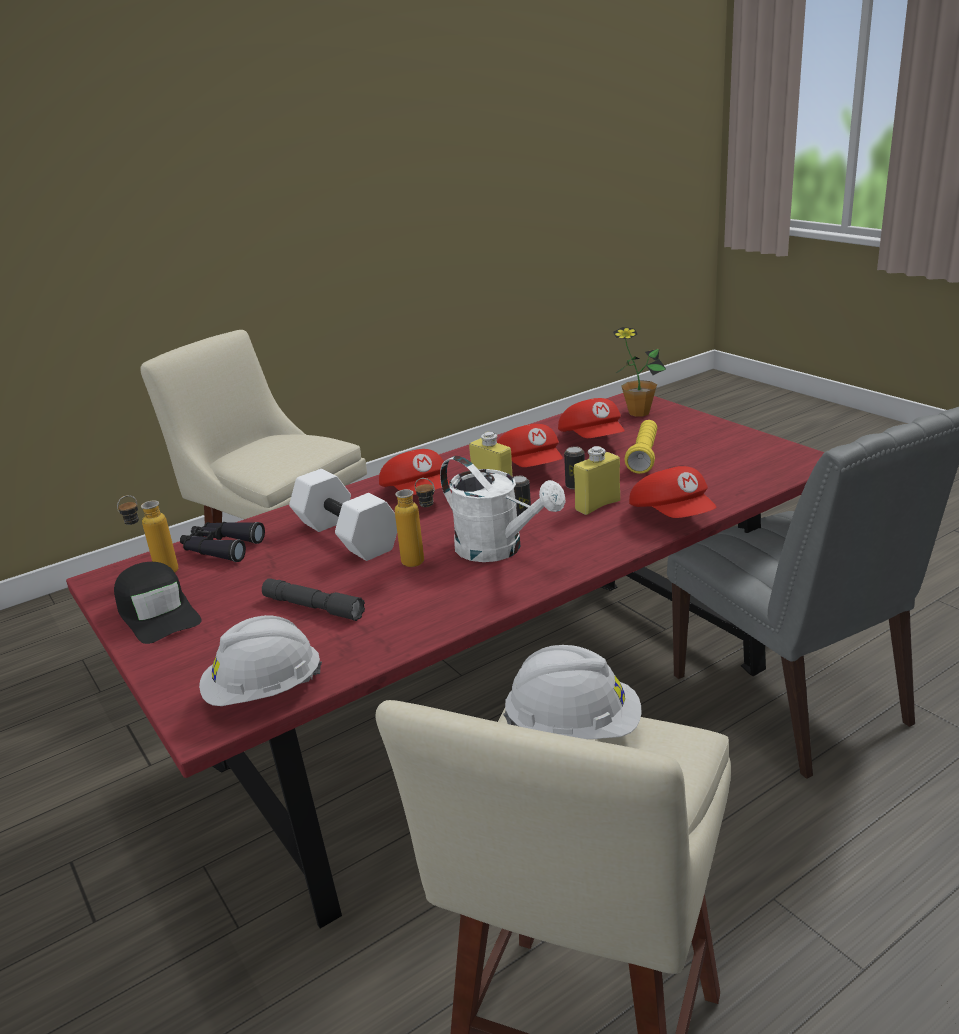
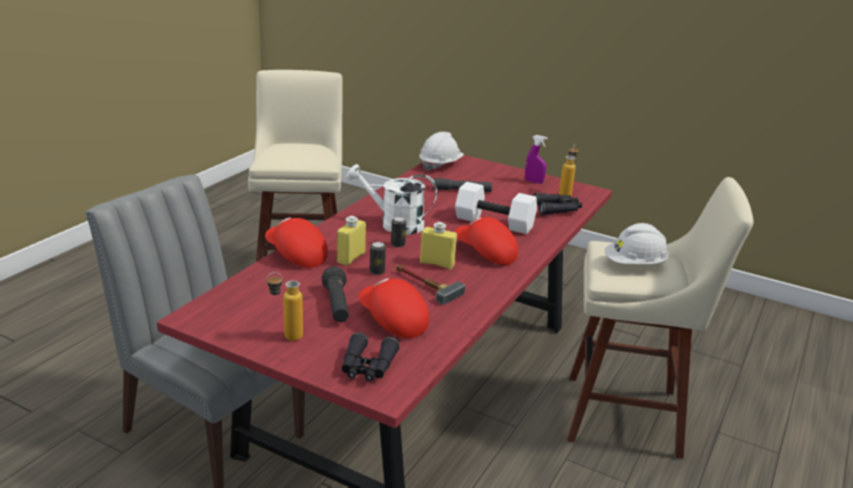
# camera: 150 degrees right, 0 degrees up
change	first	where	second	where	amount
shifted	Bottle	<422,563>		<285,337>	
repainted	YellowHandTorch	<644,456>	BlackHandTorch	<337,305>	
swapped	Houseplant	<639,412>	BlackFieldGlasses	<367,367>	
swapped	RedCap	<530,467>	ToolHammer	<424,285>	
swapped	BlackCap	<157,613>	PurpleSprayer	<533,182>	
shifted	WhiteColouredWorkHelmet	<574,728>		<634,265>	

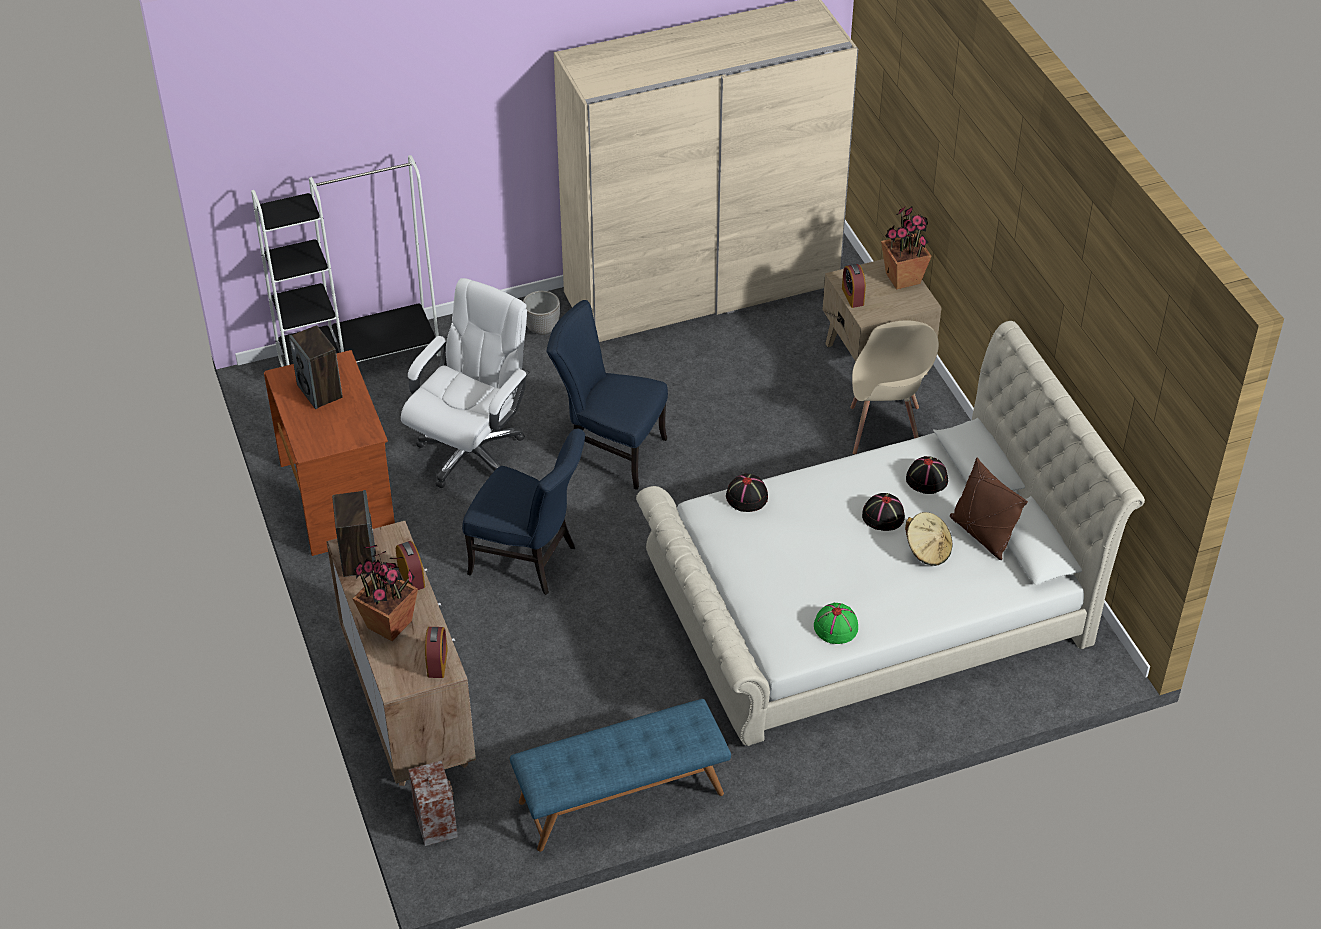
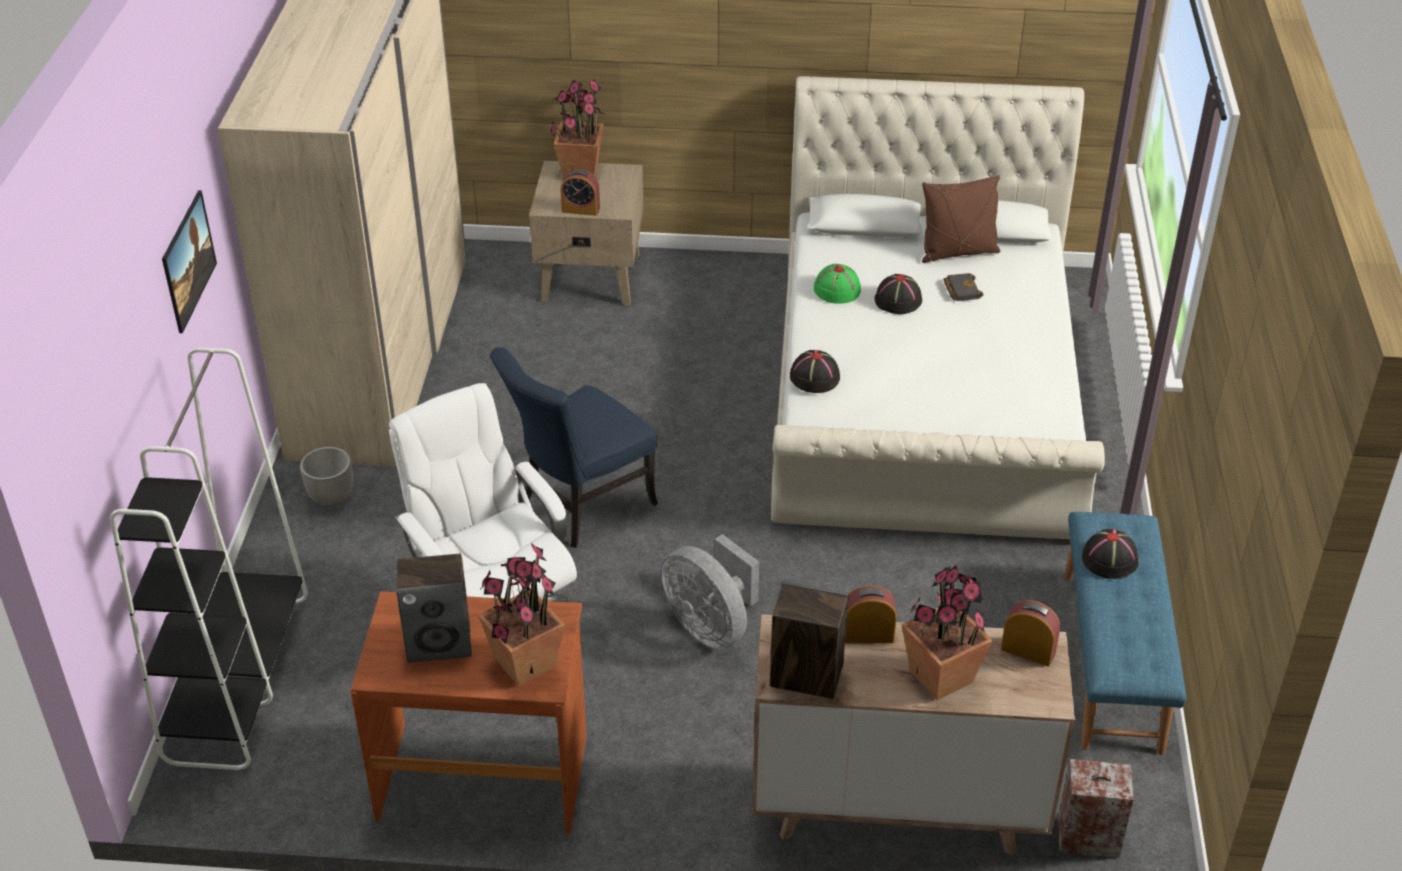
# camera: 65 degrees left, 5 degrees down
change	first	where	second	where	amount
new			WallPicture	<192,279>	
new			Houseplant	<524,663>	
swapped	BluishUprightChair	<529,560>	GrayCoolingFan	<711,626>	
shifted	GreenColouredClothingHat	<836,626>		<836,290>	
swapped	SandColouredClothingHat	<927,550>	BlackVolume	<961,289>	
shifted	BlackClothingHat	<927,479>		<1110,559>	
gone	SandColouredUprightChair	<887,431>			

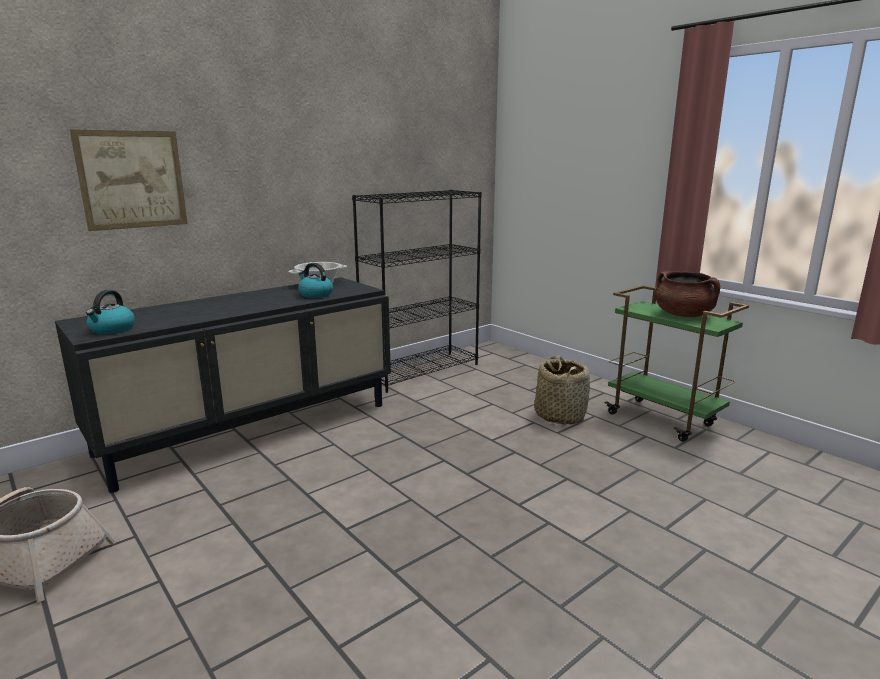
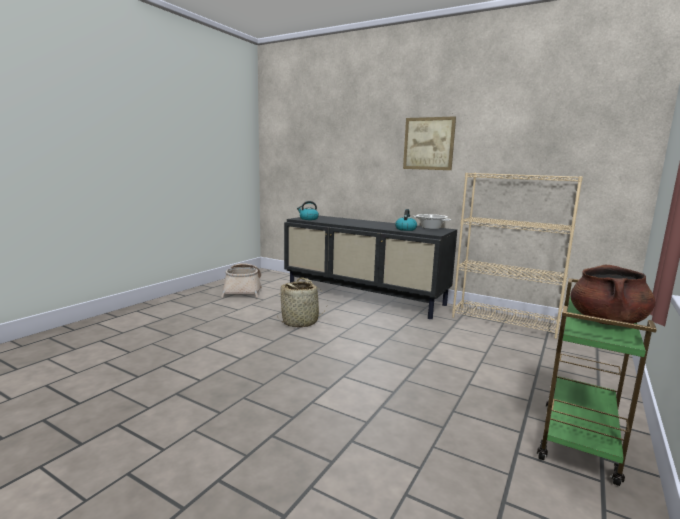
# camera: 70 degrees right, 5 degrees down
change	first	where	second	where	amount
shifted	StorageBasket	<560,415>		<300,322>	
shifted	WallPicture	<132,180>		<428,143>	
repainted	BlackBookshelf	<421,371>	SandColouredBookshelf	<505,321>	

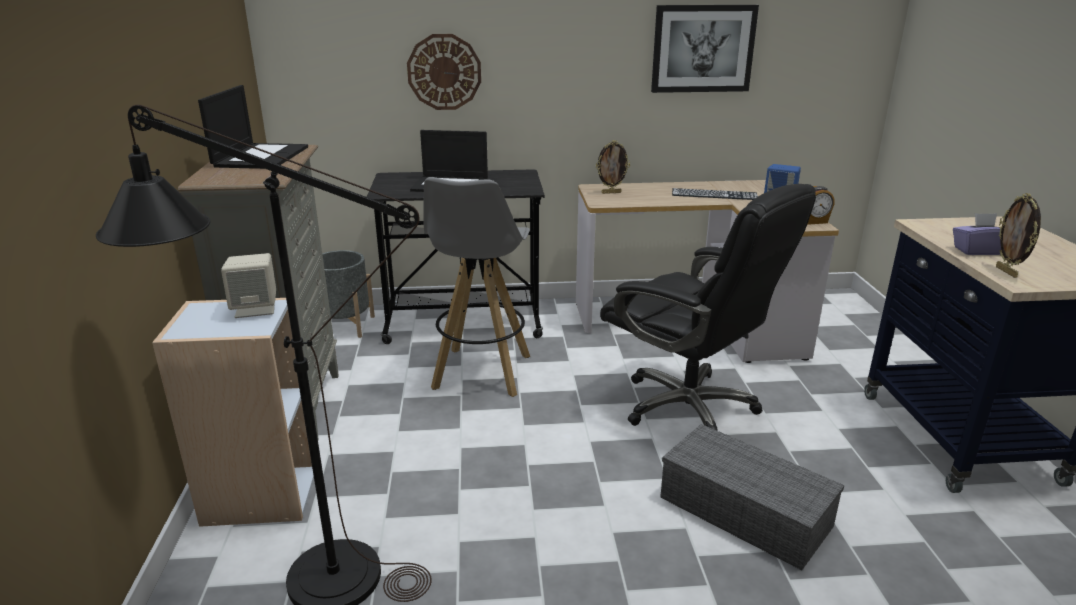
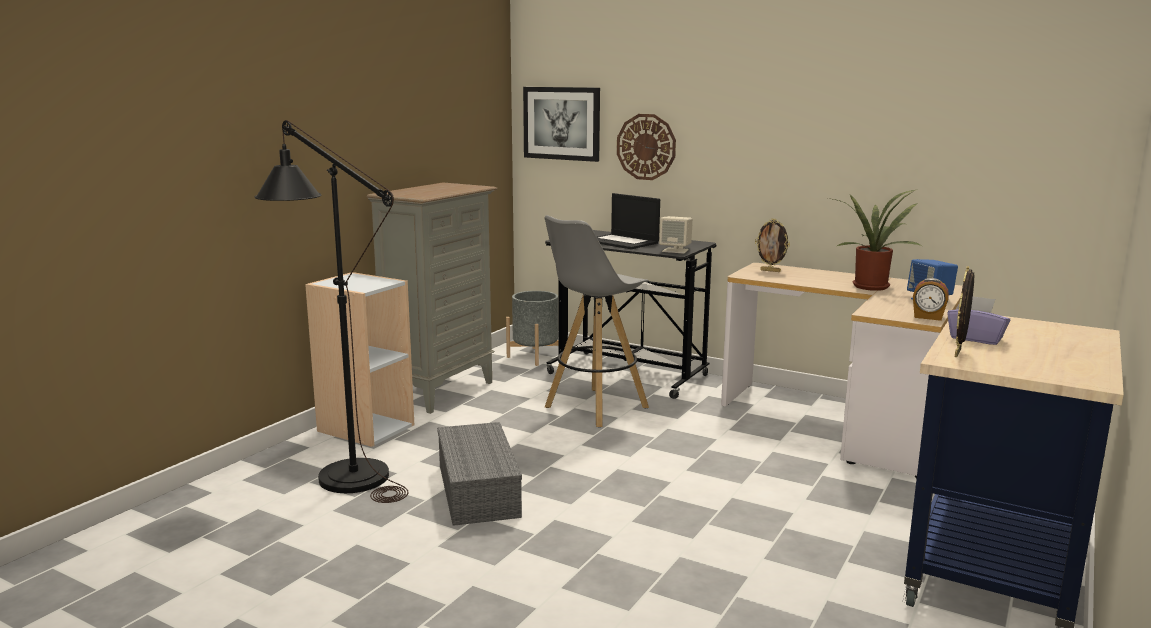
# camera: 35 degrees right, 10 degrees down
change	first	where	second	where	amount
shifted	GrayStorageBox	<747,511>		<480,491>	
shifted	WallPicture	<703,49>		<562,123>	
shifted	SandColouredAudioSpeaker	<256,309>		<675,250>	
swapped	Keyboard	<714,194>	Houseplant	<871,286>	
gone	PortableComputer	<261,156>			
gone	BlackComputerChair	<685,405>			

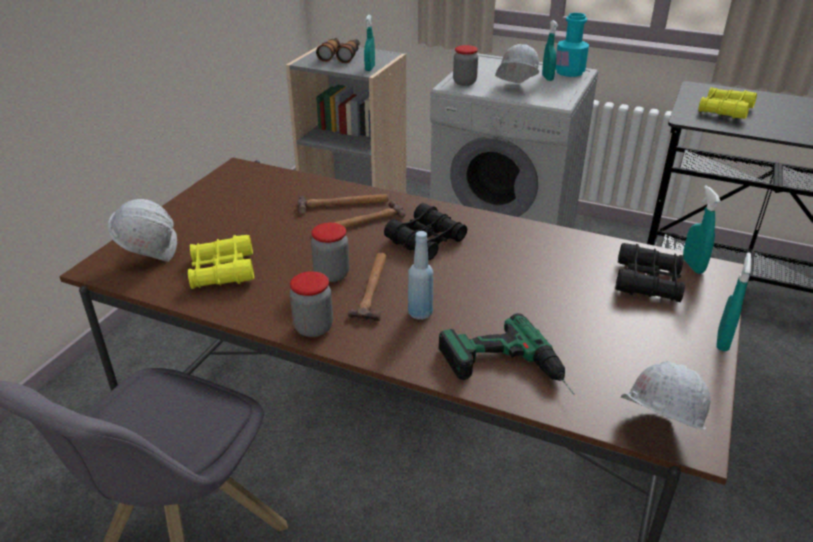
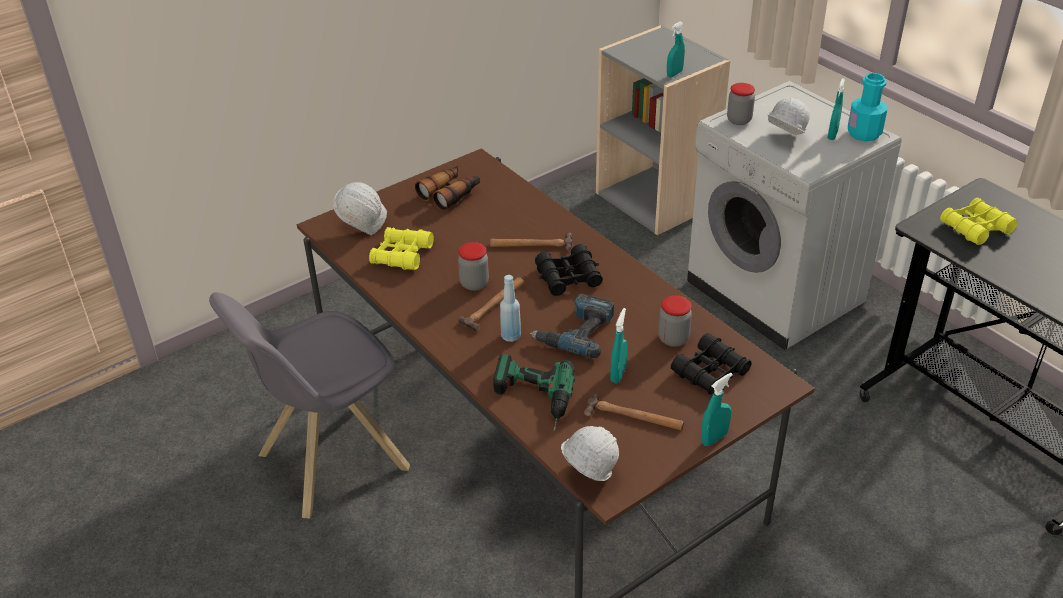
# camera: 30 degrees right, 5 degrees up
change	first	where	second	where	amount
shifted	FieldGlasses	<341,56>		<450,193>	
new			PowerDrill	<576,331>	
shifted	ToolHammer	<343,204>		<634,417>	
shifted	TurquoiseColouredSprayer	<693,266>		<618,374>	
shifted	StorageJar	<313,328>		<673,339>	

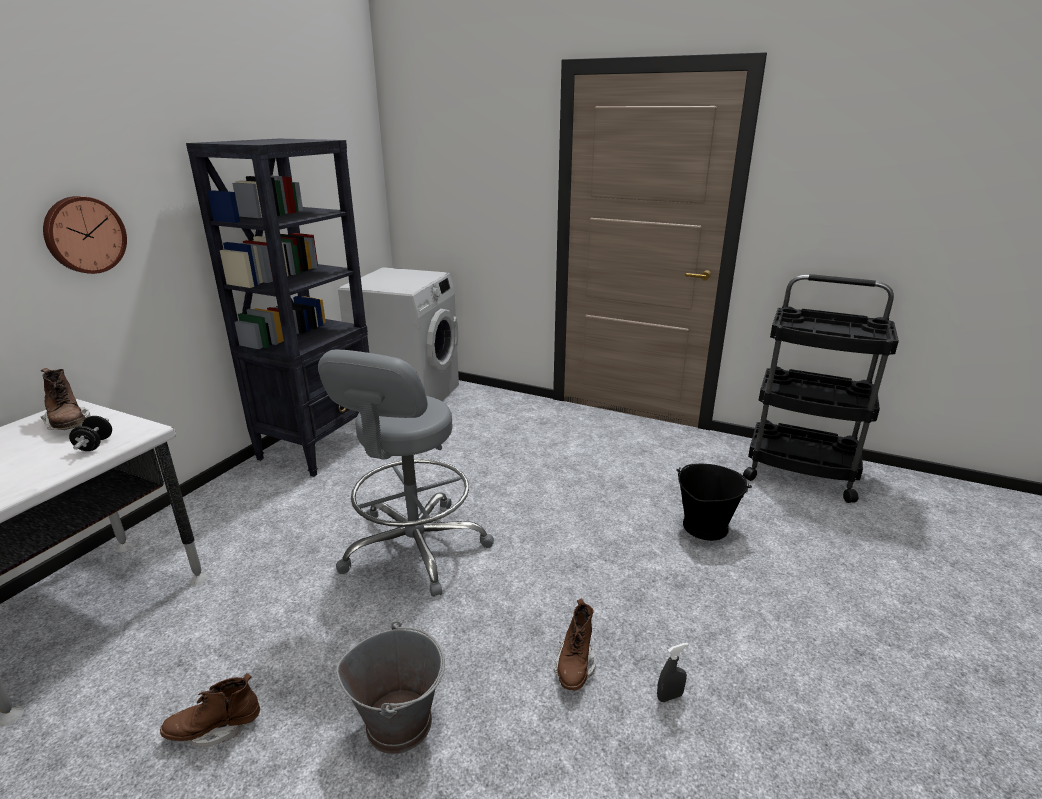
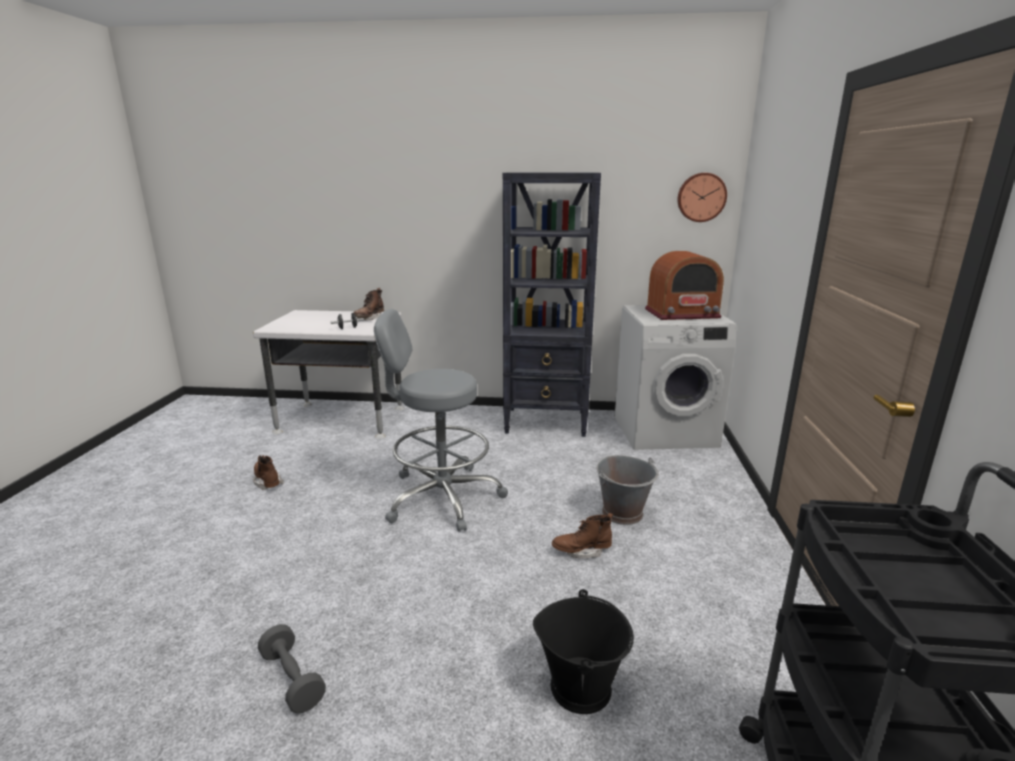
# camera: 70 degrees right, 5 degrees down
change	first	where	second	where	amount
swapped	GraySprayer	<669,696>	GrayFreeWeight	<292,679>	
shifted	BrownColouredHighTopBoot	<575,666>		<581,551>	
shifted	GrayWaterBucket	<399,722>		<623,513>	
new			RadioSet	<682,313>	
shifted	ClockOnTheWall	<84,235>		<701,197>	

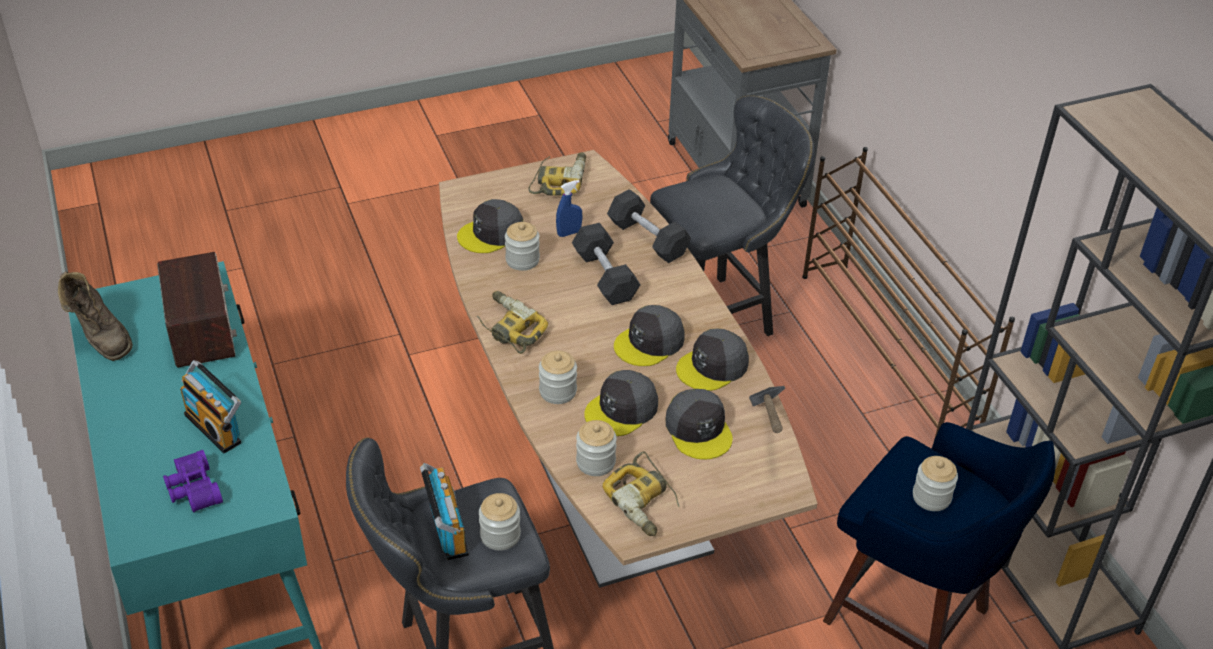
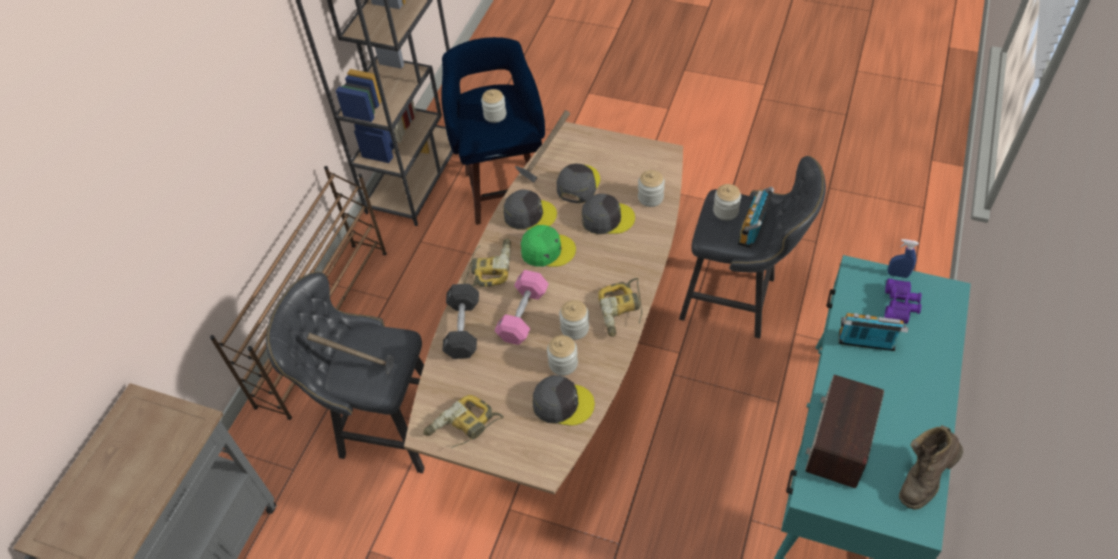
# camera: 135 degrees left, 10 degrees up
change	first	where	second	where	amount
new			ToolHammer	<361,367>	
shifted	PowerDrill	<644,501>		<490,267>	
repainted	BlackFreeWeight	<605,276>	PinkColouredFreeWeight	<523,315>	
repainted	GrayCap	<650,343>	GreenColouredCap	<547,250>	
shifted	StorageJar	<558,391>		<574,328>	
rotated	RadioSet	<216,427>		<866,343>	75 degrees counterclockwise
shifted	BluishSprayer	<569,233>		<898,274>	
rotated	BrownColouredHighTopBoot	<101,337>		<923,478>	135 degrees counterclockwise

